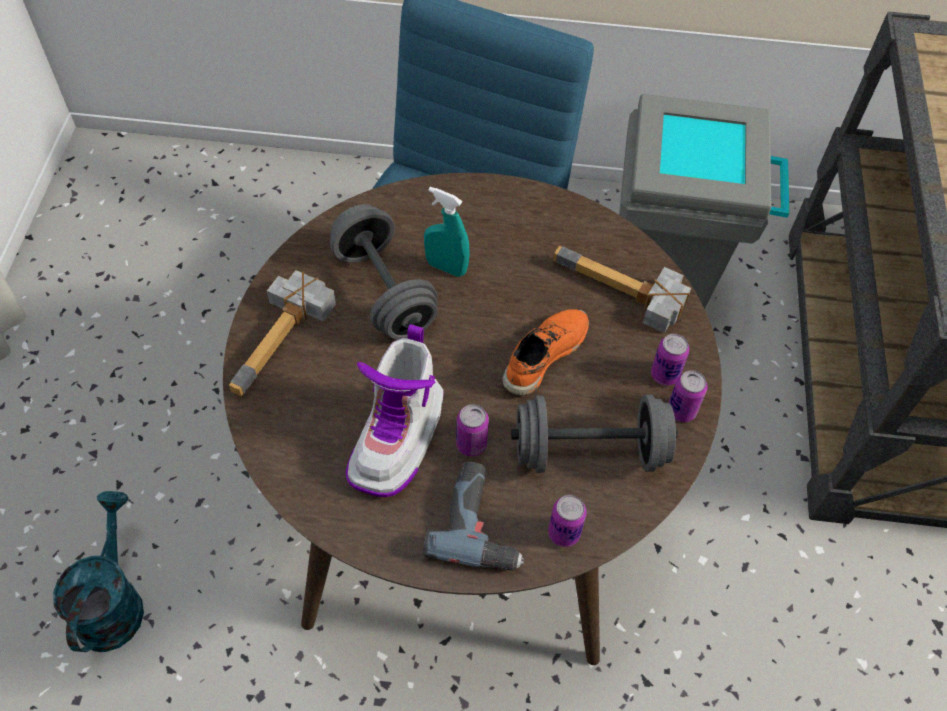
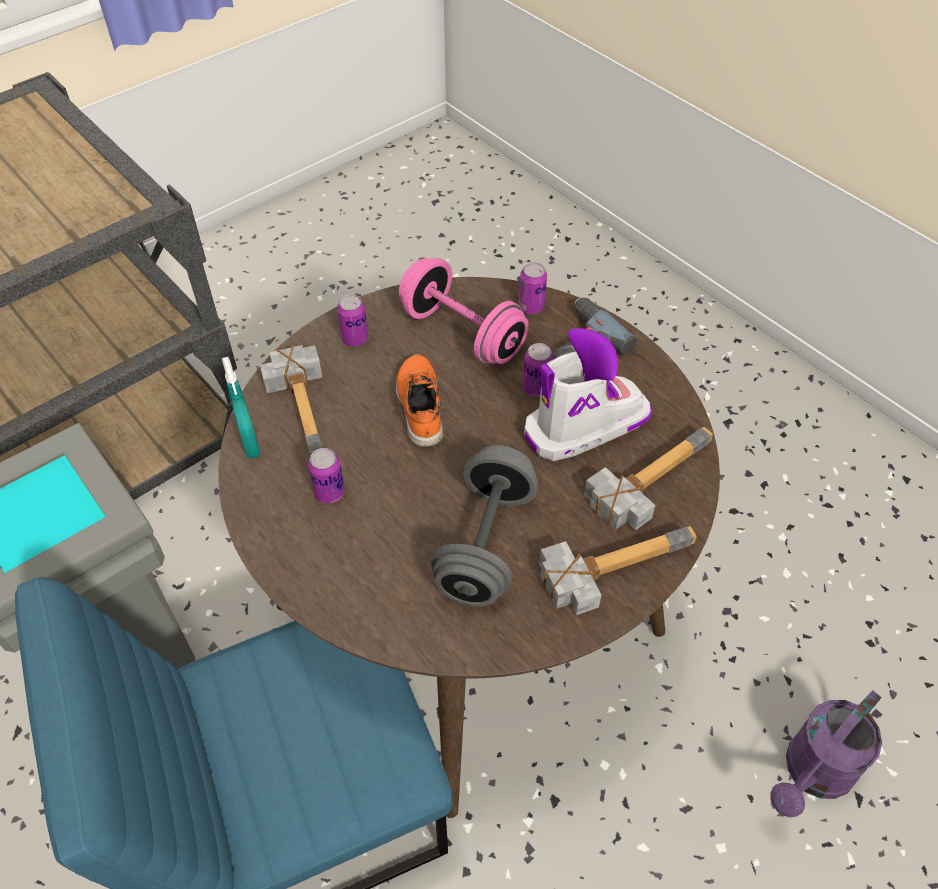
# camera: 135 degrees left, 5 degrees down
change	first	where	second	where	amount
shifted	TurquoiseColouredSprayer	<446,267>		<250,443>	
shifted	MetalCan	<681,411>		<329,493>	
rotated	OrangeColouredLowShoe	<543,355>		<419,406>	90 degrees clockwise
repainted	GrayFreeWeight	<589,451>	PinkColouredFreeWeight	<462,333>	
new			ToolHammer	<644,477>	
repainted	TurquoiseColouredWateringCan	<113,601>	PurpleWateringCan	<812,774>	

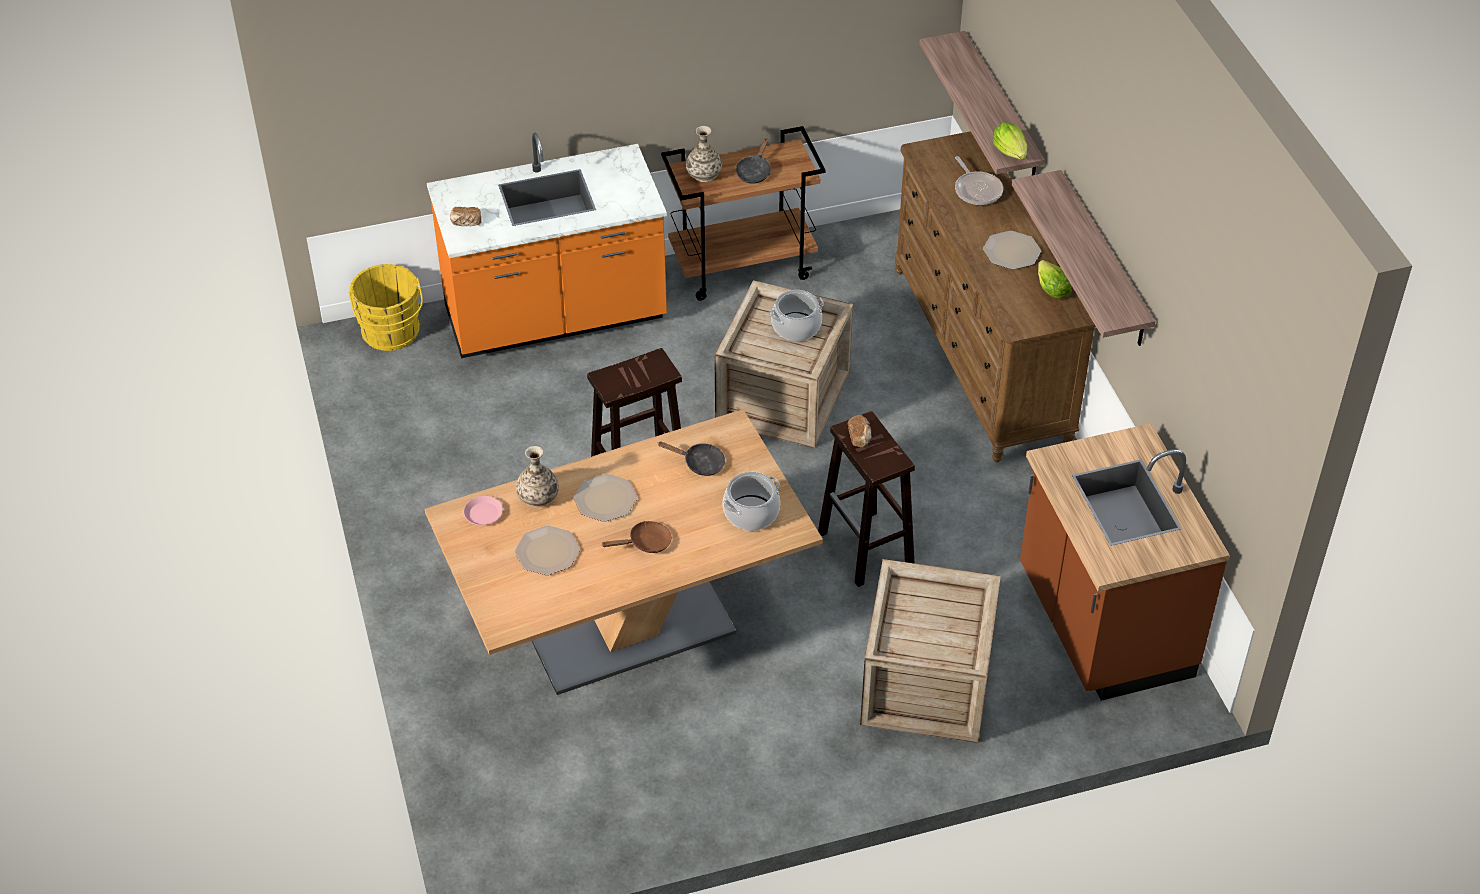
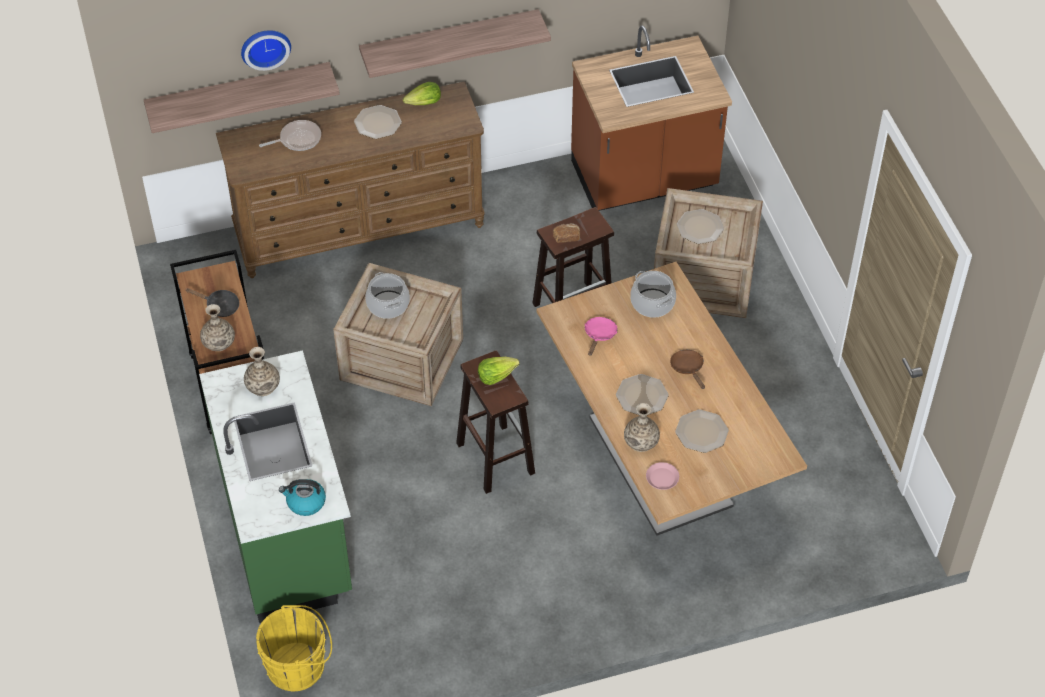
# camera: 90 degrees left, 5 degrees up
change	first	where	second	where	amount
repainted	OrangeColouredKitchenBaseUnit	<555,318>	GreenColouredKitchenBaseUnit	<287,529>	
new			ClockOnTheWall	<265,47>	
new			FlowerVase	<262,386>	
swapped	BakeryBread	<466,223>	Kettle	<305,502>	
shifted	HeadOfLettuce	<1010,151>		<496,375>	
repainted	BlackFryingPan	<700,463>	PinkColouredFryingPan	<599,335>	
new			Plate	<699,228>	

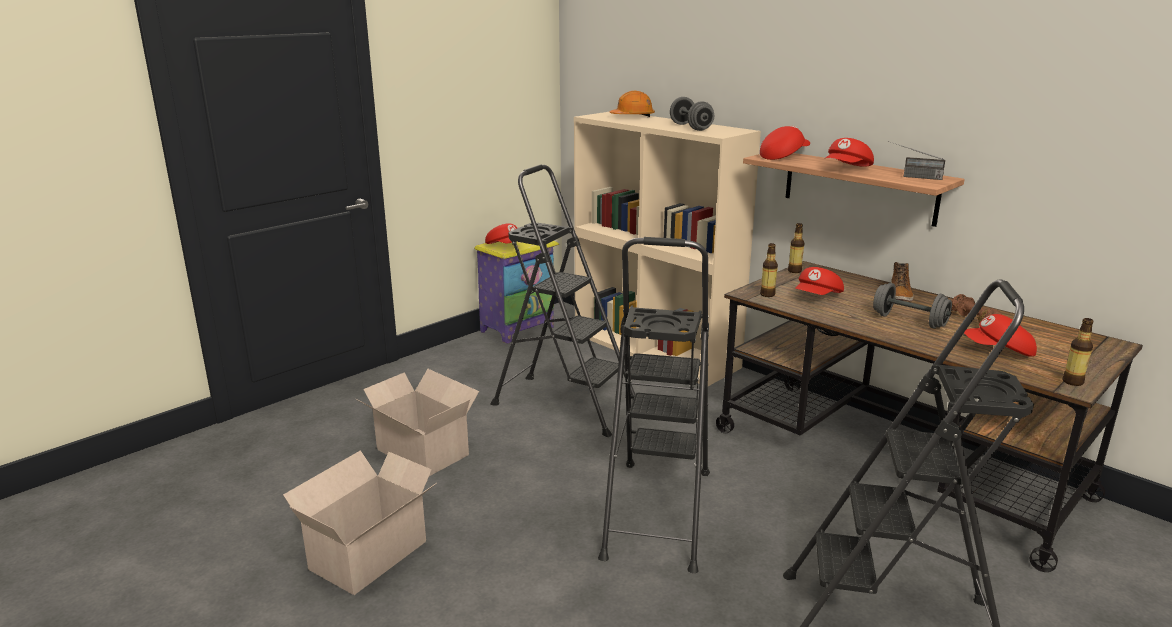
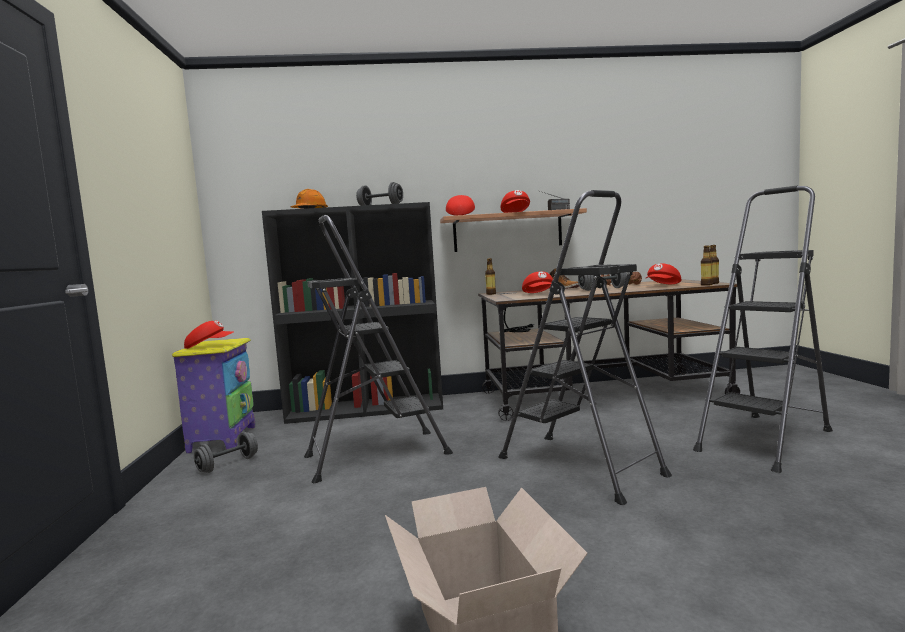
# camera: 50 degrees left, 15 degrees down
change	first	where	second	where	amount
new			GrayFreeWeight	<228,465>	
repainted	SandColouredBookshelf	<656,350>	BlackBookshelf	<367,408>	
shifted	Bottle	<767,294>		<706,285>	
gone	CardboardBox	<421,451>			

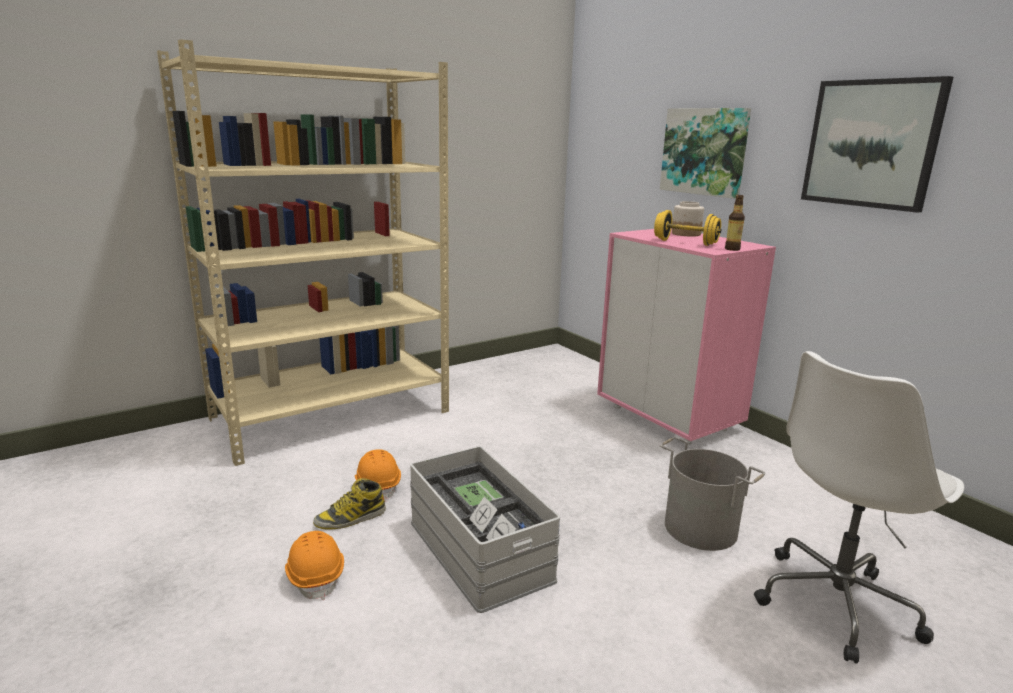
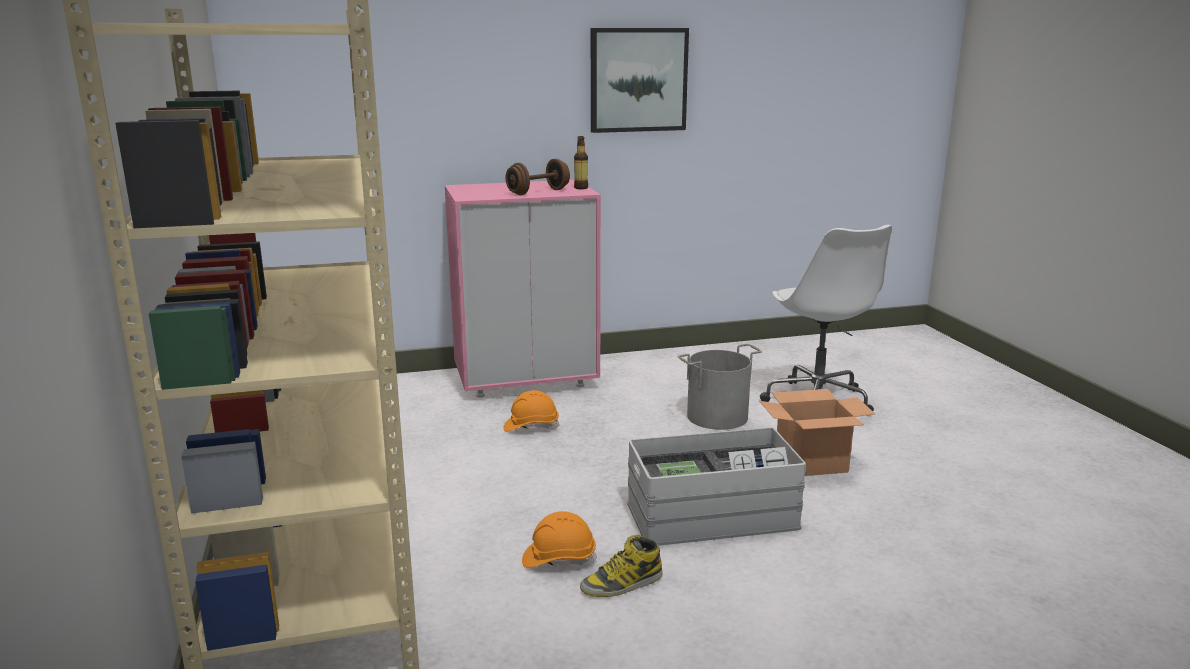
# camera: 70 degrees left, 0 degrees up
change	first	where	second	where	amount
shifted	OrangeColouredWorkHelmet	<316,576>		<531,426>	
repainted	YellowFreeWeight	<685,242>	BrownColouredFreeWeight	<538,192>	
rotated	HighTopBoot	<350,518>		<622,584>	75 degrees clockwise
new			CardboardBox	<811,464>	
gone	WallPicture	<704,151>			
gone	StorageJar	<685,234>			

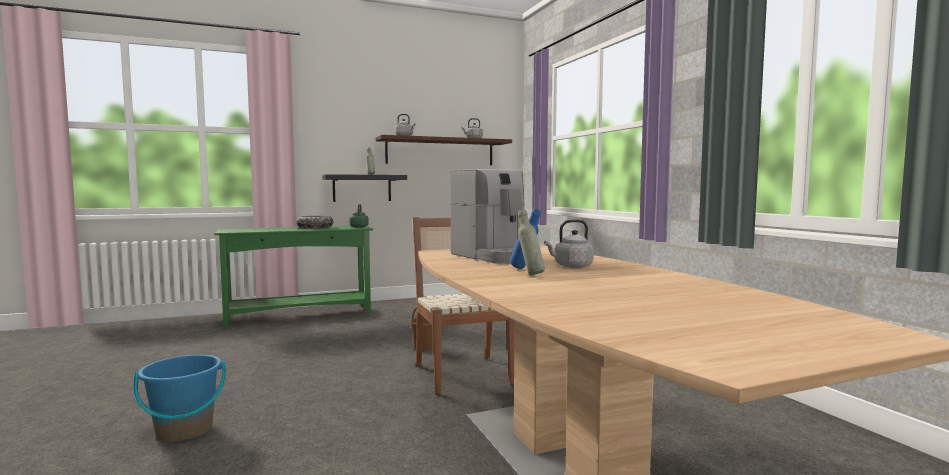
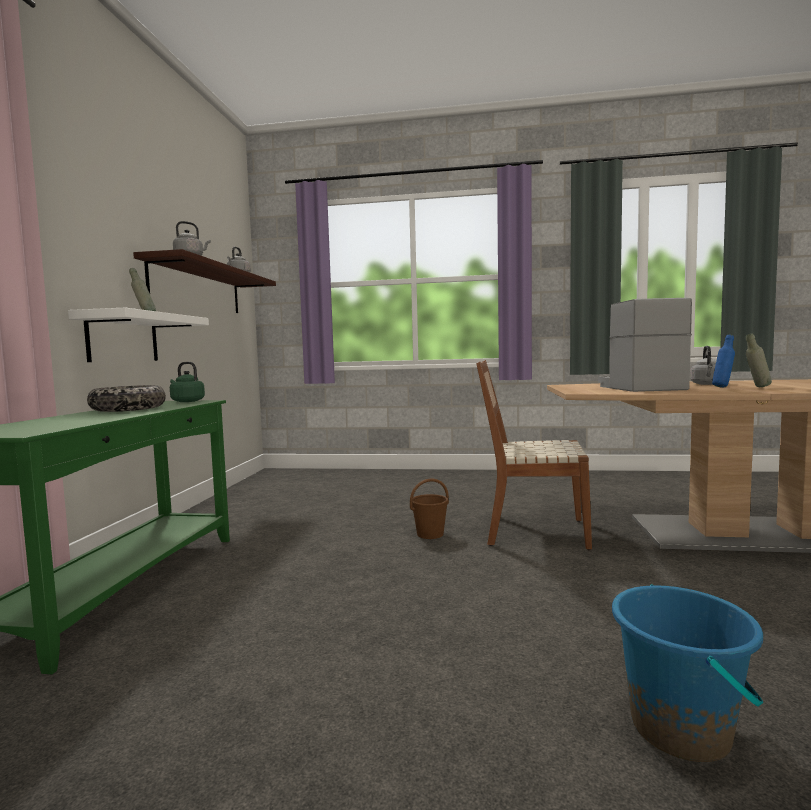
# camera: 60 degrees left, 0 degrees up
change	first	where	second	where	amount
repainted	BlackBracketShelf	<362,188>	WhiteColouredBracketShelf	<123,338>	
rotated	CoffeeMaker	<496,257>		<637,388>	90 degrees counterclockwise

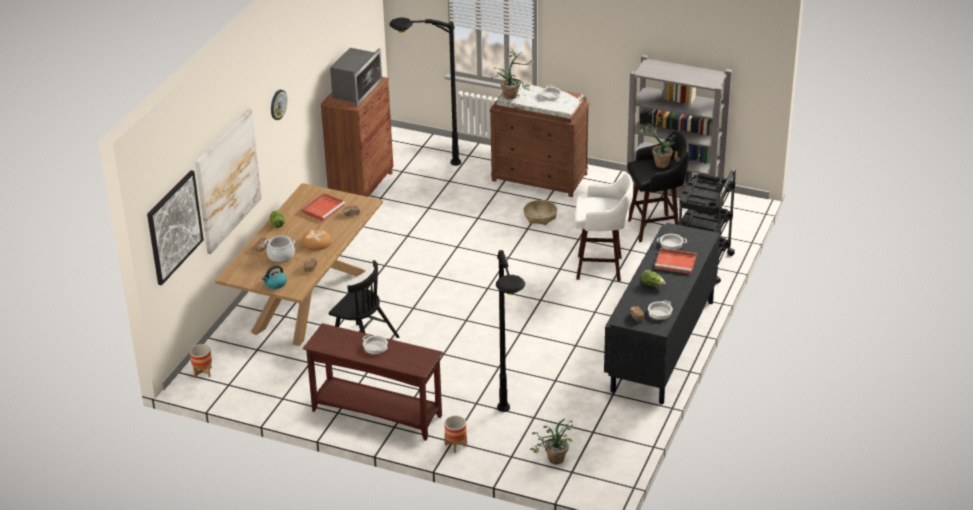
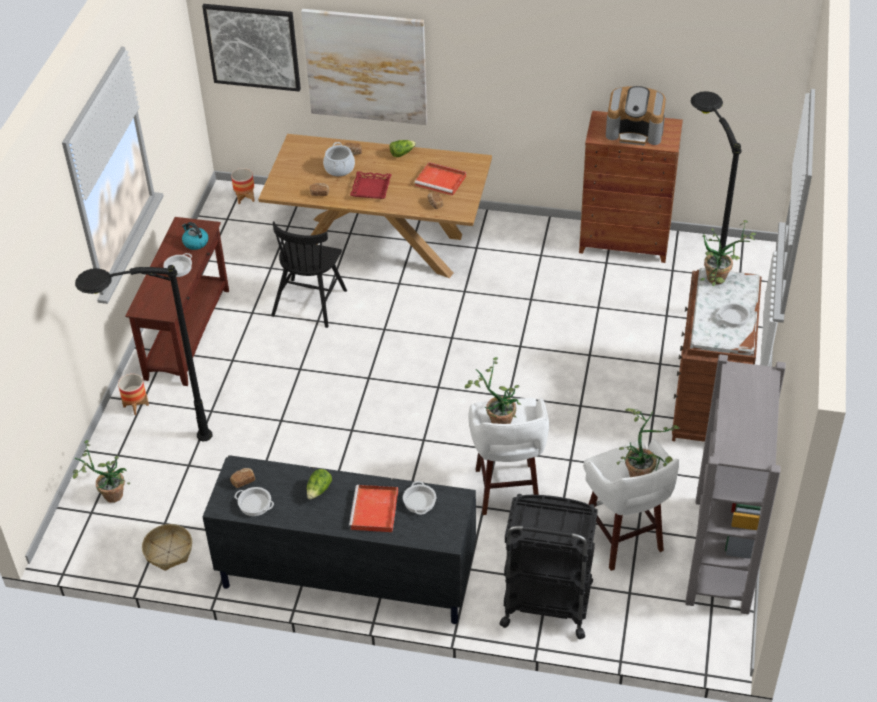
# camera: 80 degrees right, 10 degrees up
change	first	where	second	where	amount
shifted	StorageBasket	<540,217>		<168,552>	
shifted	Kettle	<275,284>		<195,243>	
swapped	BakeryBread	<316,242>	RedServingTray	<370,188>	
new			Houseplant	<498,419>	
repainted	BlackStool	<656,228>	WhiteColouredStool	<623,541>	
swapped	Microwave	<356,90>	CoffeeMaker	<635,131>	
gone	ClockOnTheWall	<278,104>			

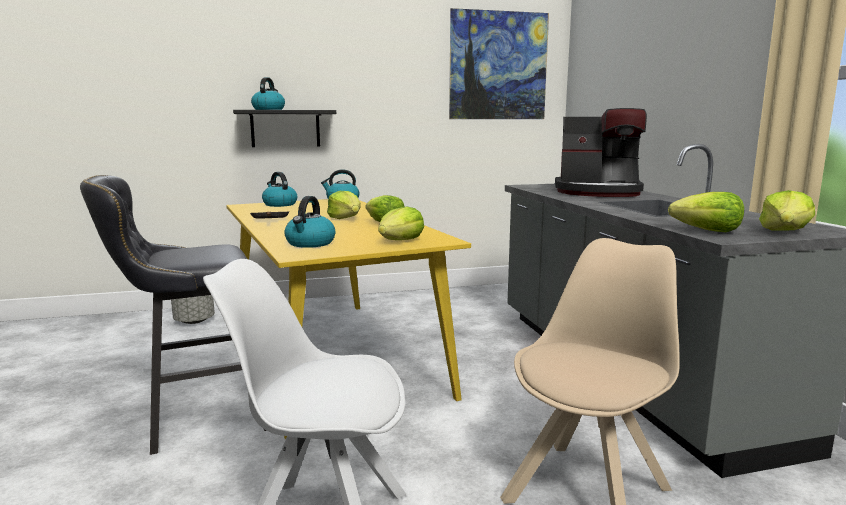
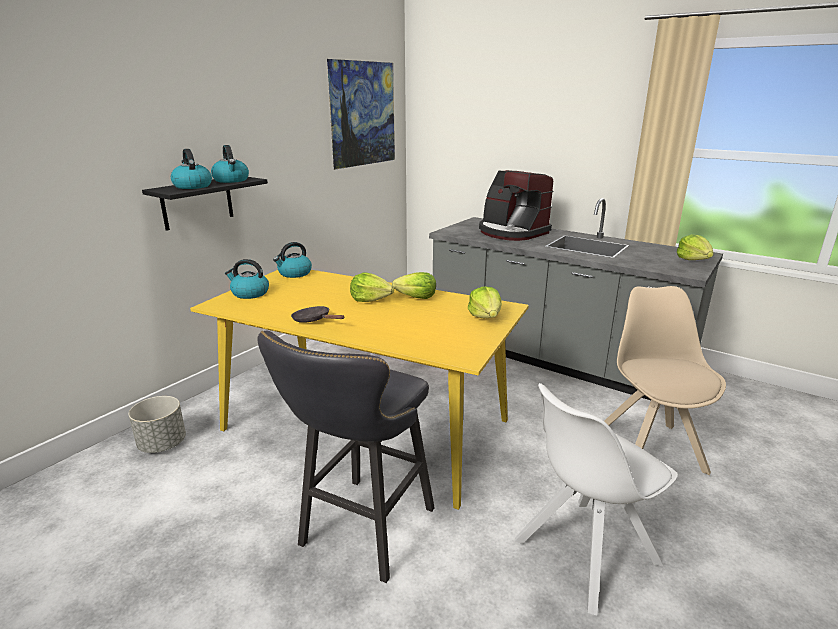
# camera: 40 degrees left, 10 degrees up
change	first	where	second	where	amount
shifted	Kettle	<310,243>		<231,180>	
rotated	CoffeeMaker	<598,192>		<512,232>	75 degrees clockwise
gone	HeadOfLettuce	<707,231>			

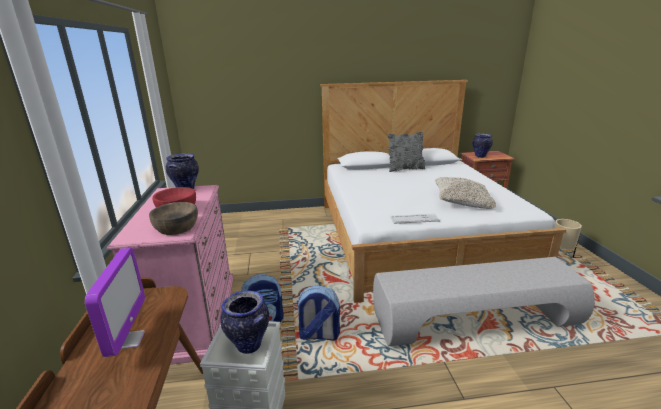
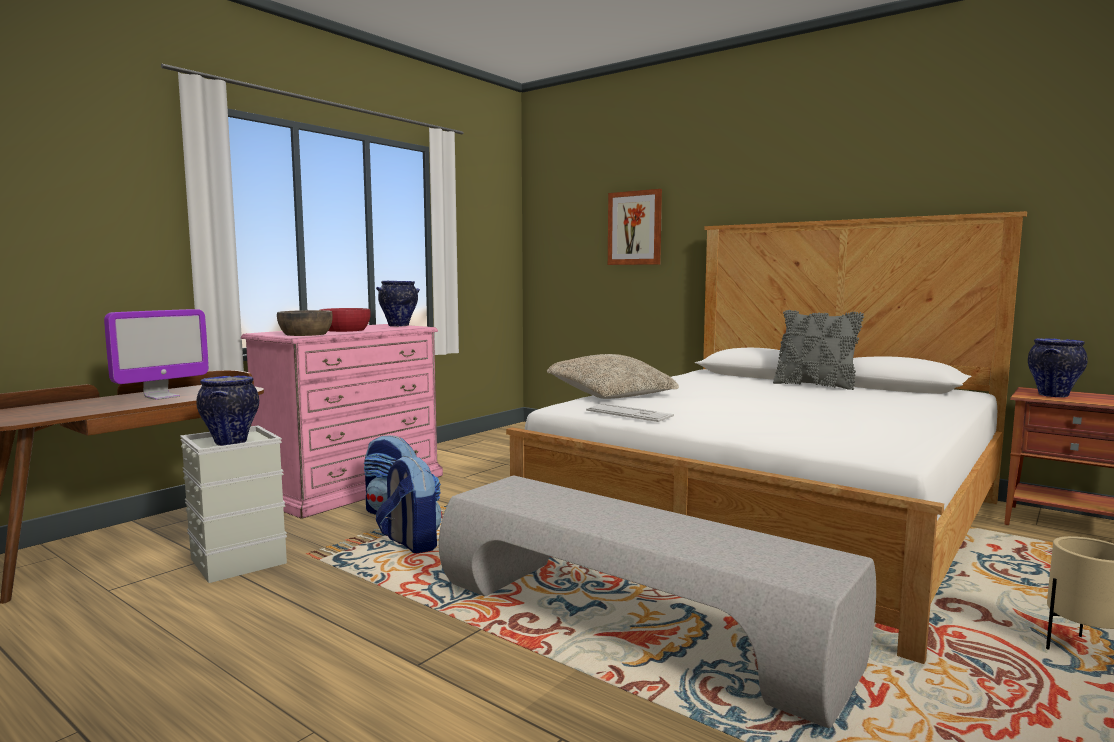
# camera: 45 degrees right, 15 degrees down
change	first	where	second	where	amount
shifted	SandColouredCushion	<462,201>		<612,394>	
new			WallPicture	<635,228>	

